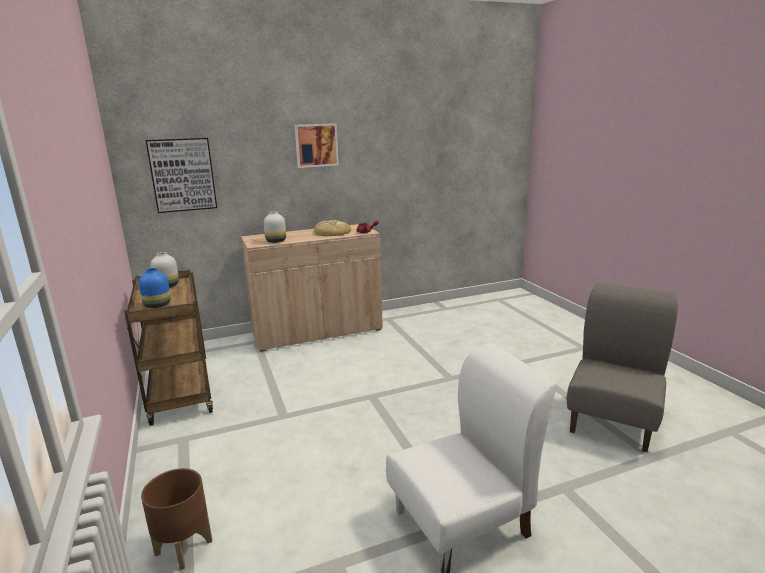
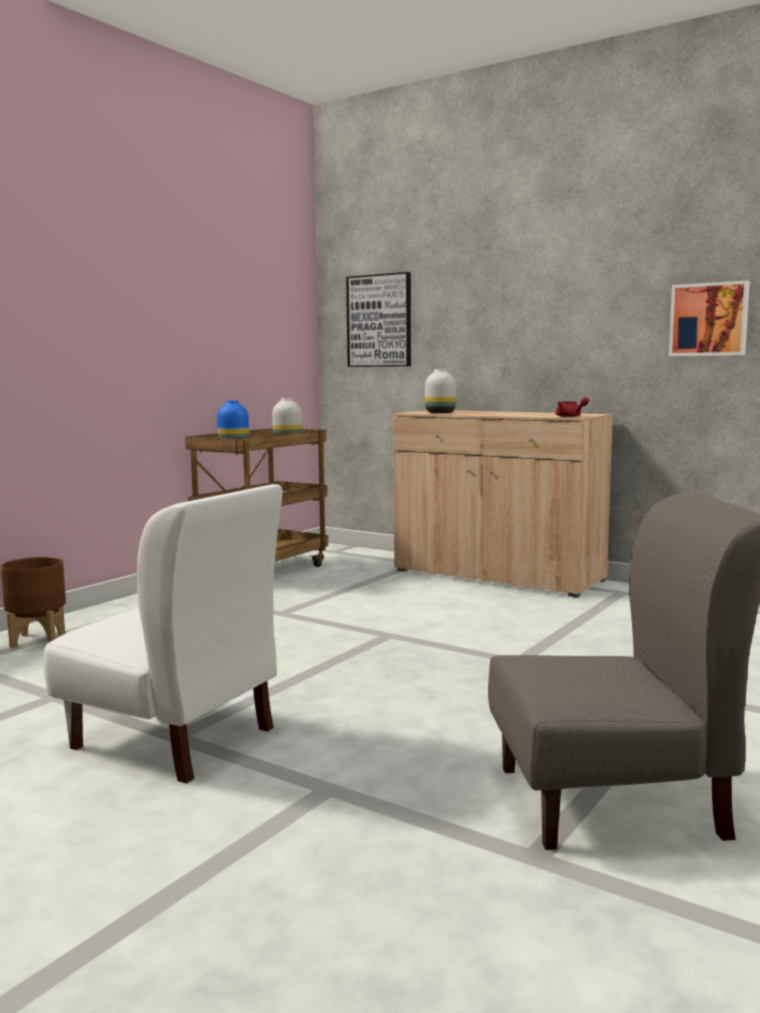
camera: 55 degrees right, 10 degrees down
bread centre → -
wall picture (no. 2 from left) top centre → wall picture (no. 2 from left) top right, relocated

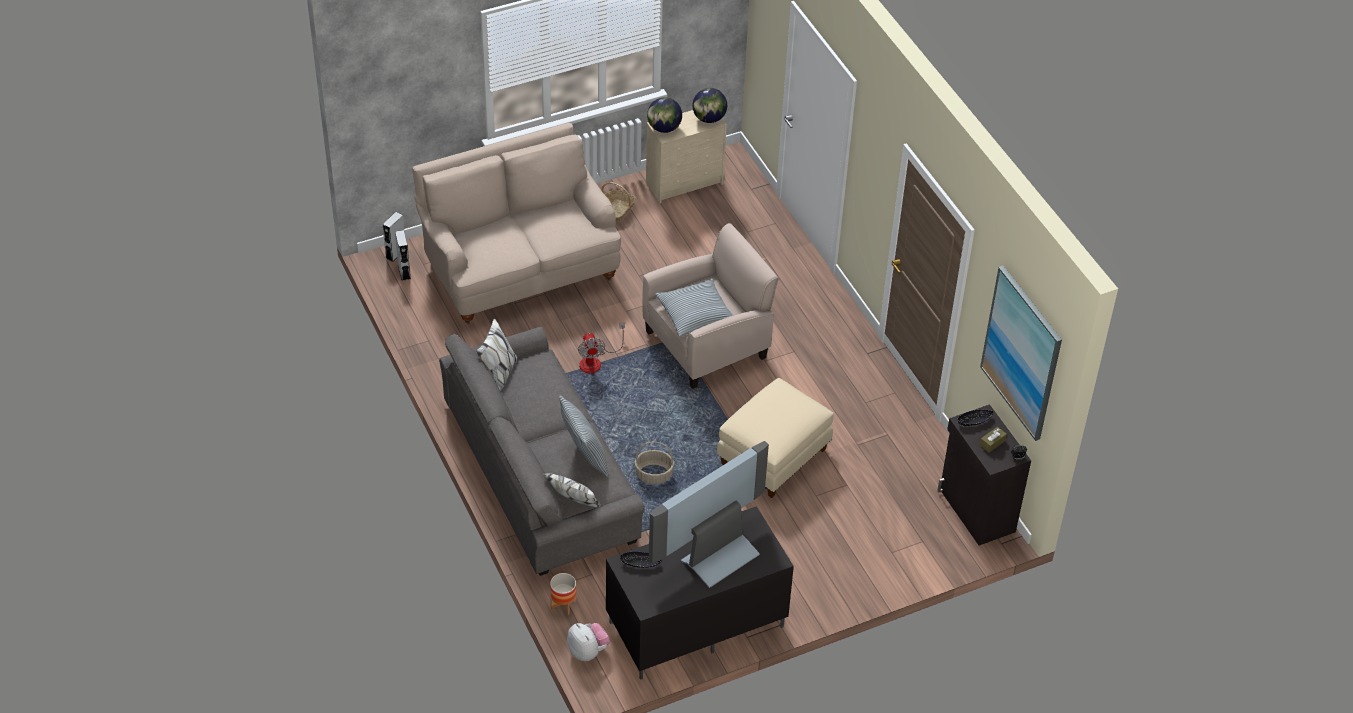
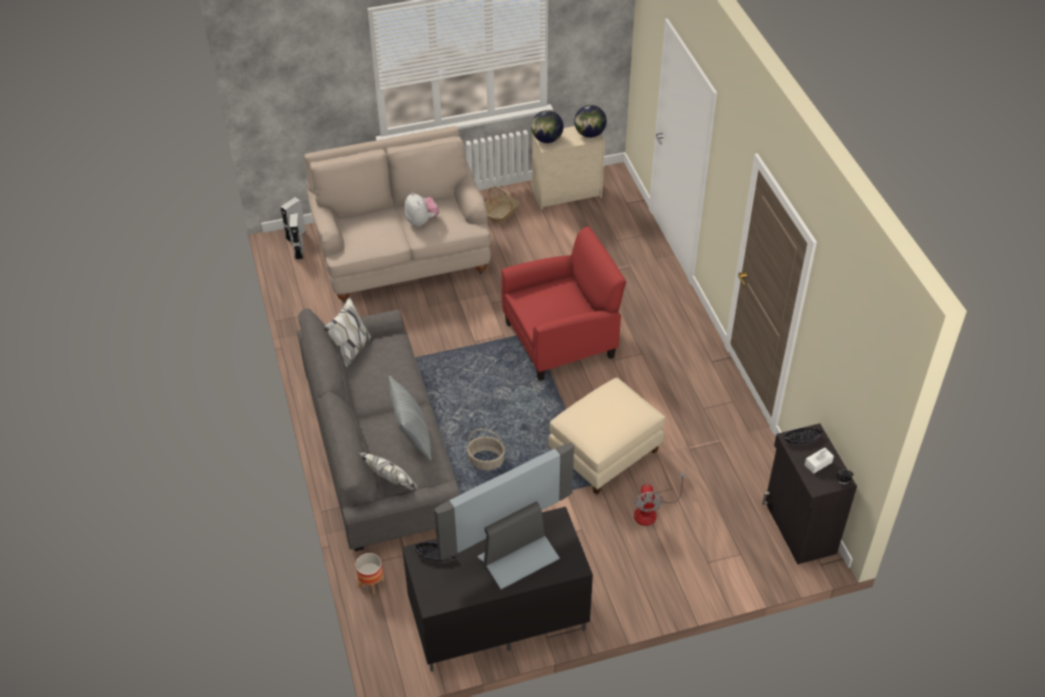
camera: 10 degrees right, 0 degrees up
pillow (no. 2 from left) centre → -
wall picture middle right → -
plush toy bottom centre → plush toy top centre, relocated
fan centre → fan bottom centre, relocated
armchair (sand-coloured) centre → armchair (red) centre
tissue holder (brown-coloured) middle right → tissue holder (white) middle right

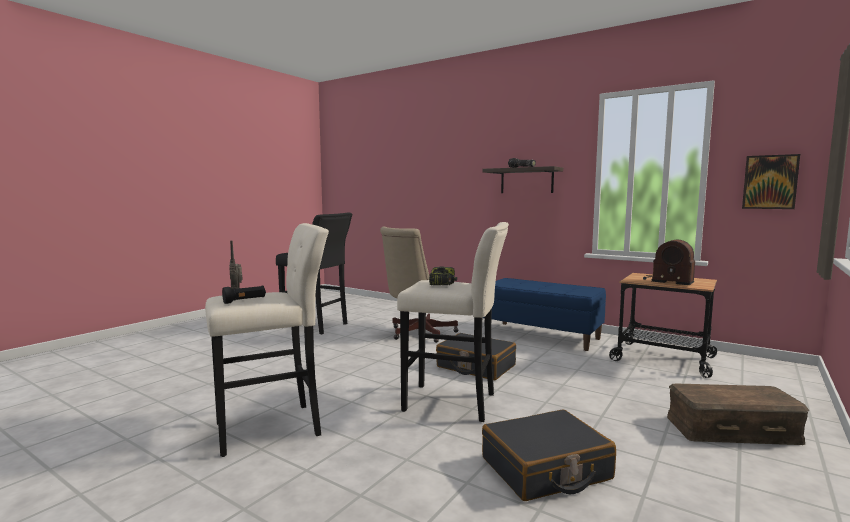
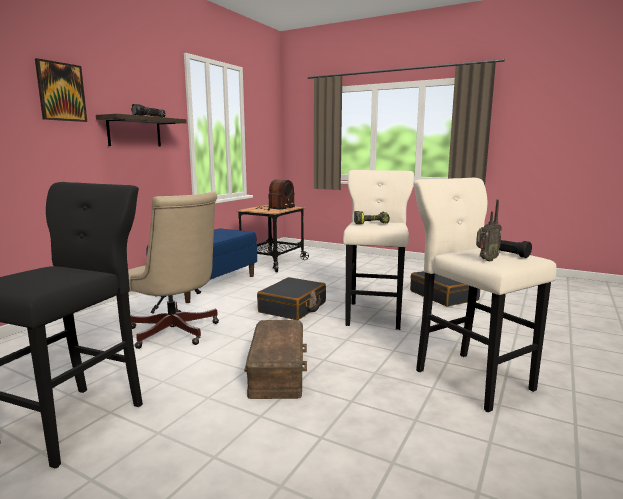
camera: 95 degrees left, 5 degrees up
storage container (brown-coloured) bottom right → storage container (brown-coloured) bottom centre, relocated
wall picture middle right → wall picture top left, relocated

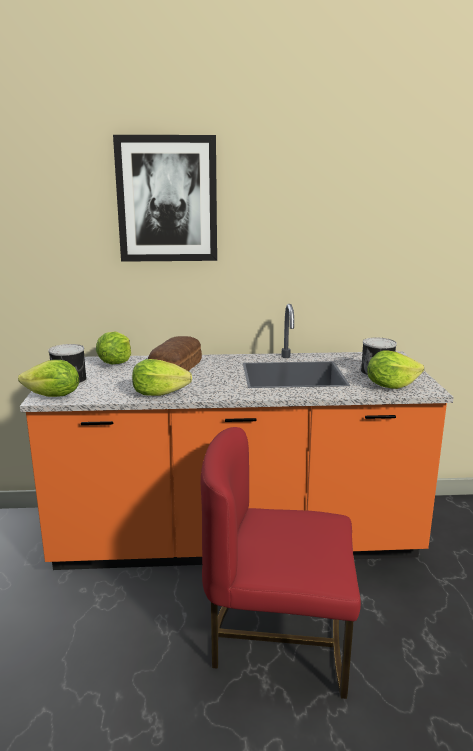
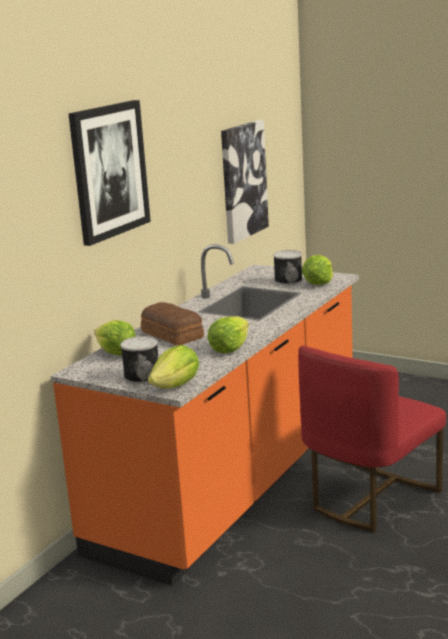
camera: 55 degrees left, 0 degrees up
- → wall picture (no. 2 from left) top centre

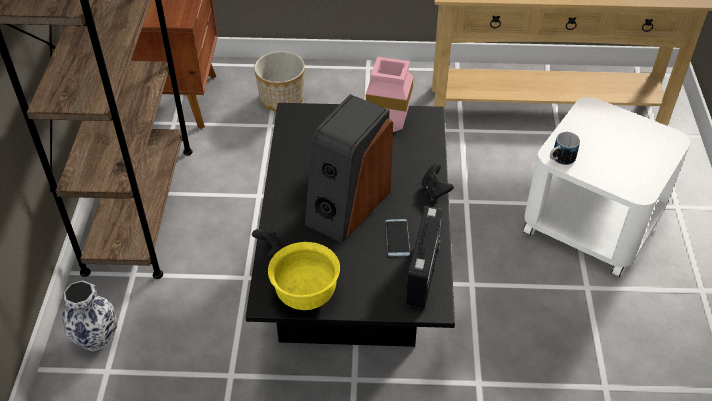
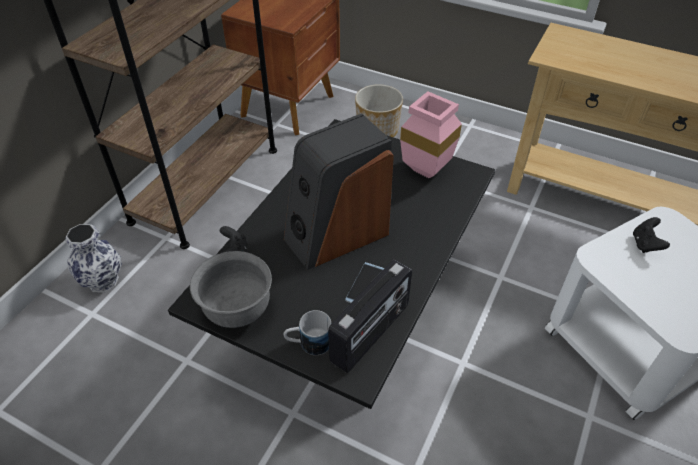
camera: 25 degrees right, 0 degrees up
gamepad (blackish) (no. 2 from left) centre → gamepad (blackish) (no. 2 from left) middle right, relocated
mug middle right → mug bottom centre, relocated
deep dish (yellowish) bottom centre → deep dish (gray) middle left

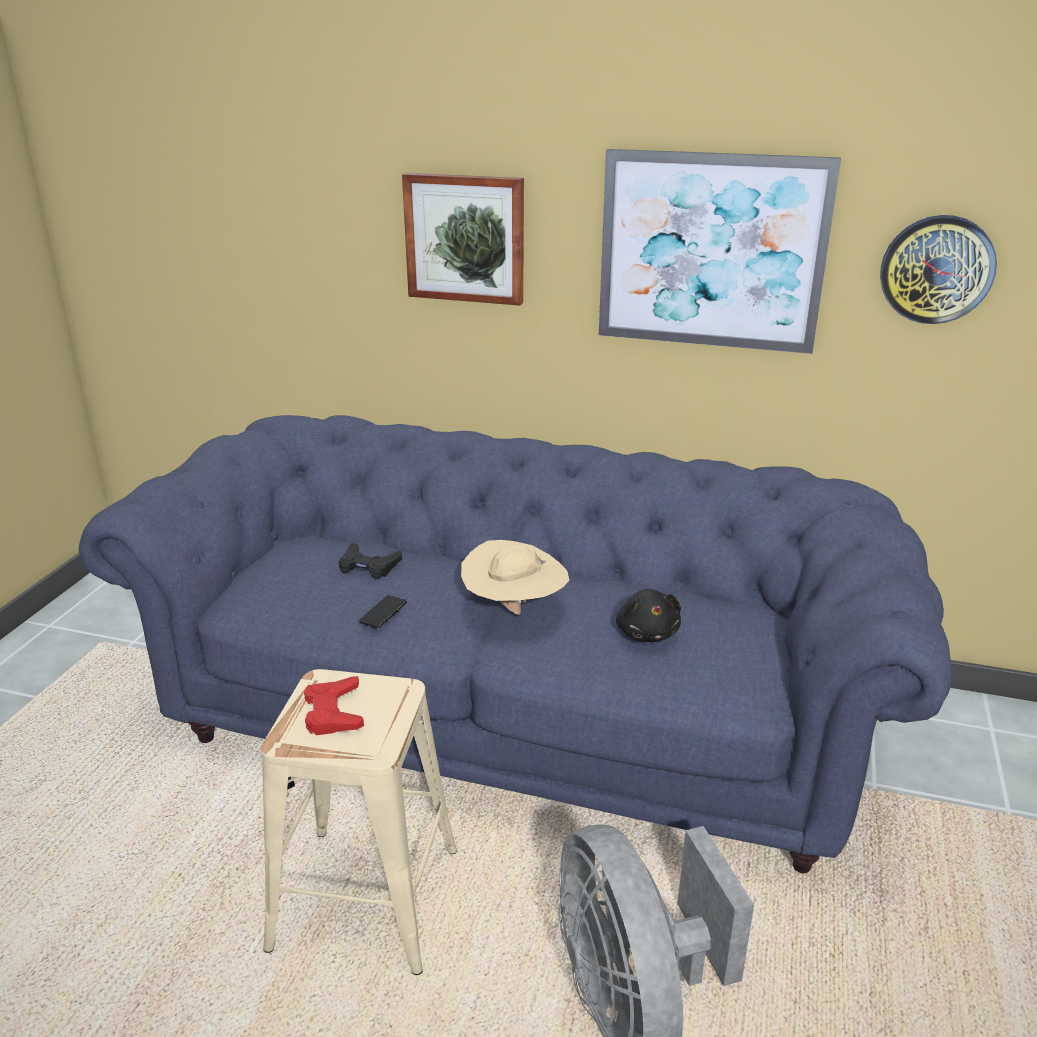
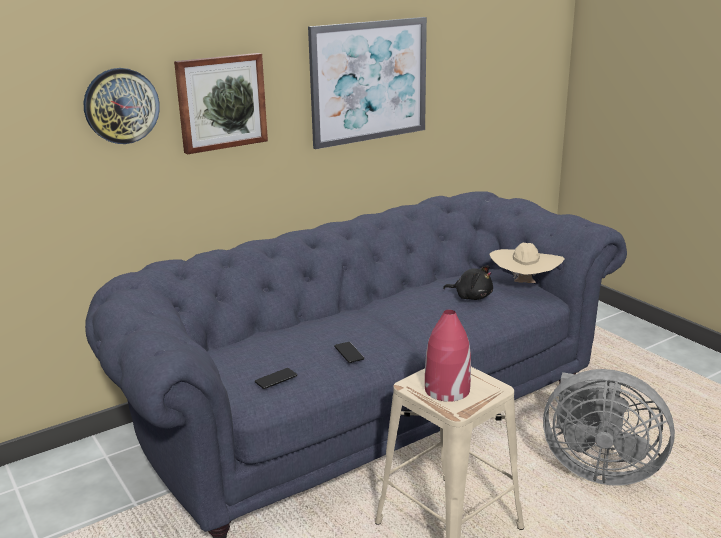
camera: 50 degrees left, 5 degrees down
gamepad (blackish) centre → -
- → telephone (no. 1 from left) bottom centre
hat (sand-coloured) centre → hat (sand-coloured) middle right, relocated
hanging clock top right → hanging clock top left, relocated
gamepad (red) bottom left → decorative vase (red) centre

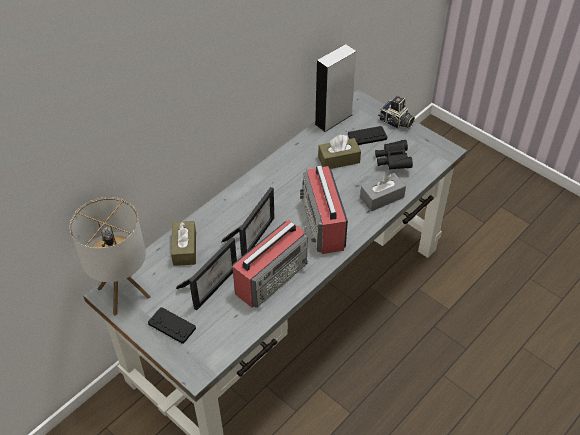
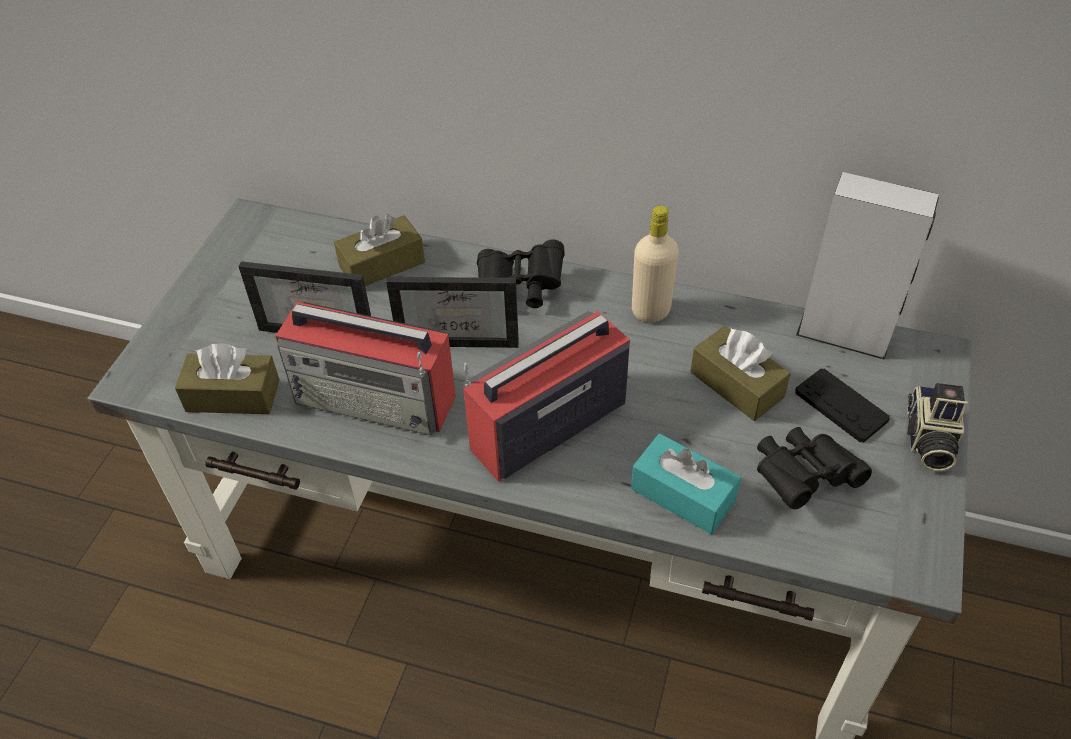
camera: 65 degrees right, 0 degrees up
tabletop lamp middle left → -
gamepad (blackish) (no. 1 from left) bottom left → -
- → tissue holder (brown-coloured) (no. 1 from left) middle left
- → binoculars (blackish) (no. 1 from left) centre
- → drink bottle (sand-coloured) centre
tissue holder (gray) centre → tissue holder (turquoise) centre

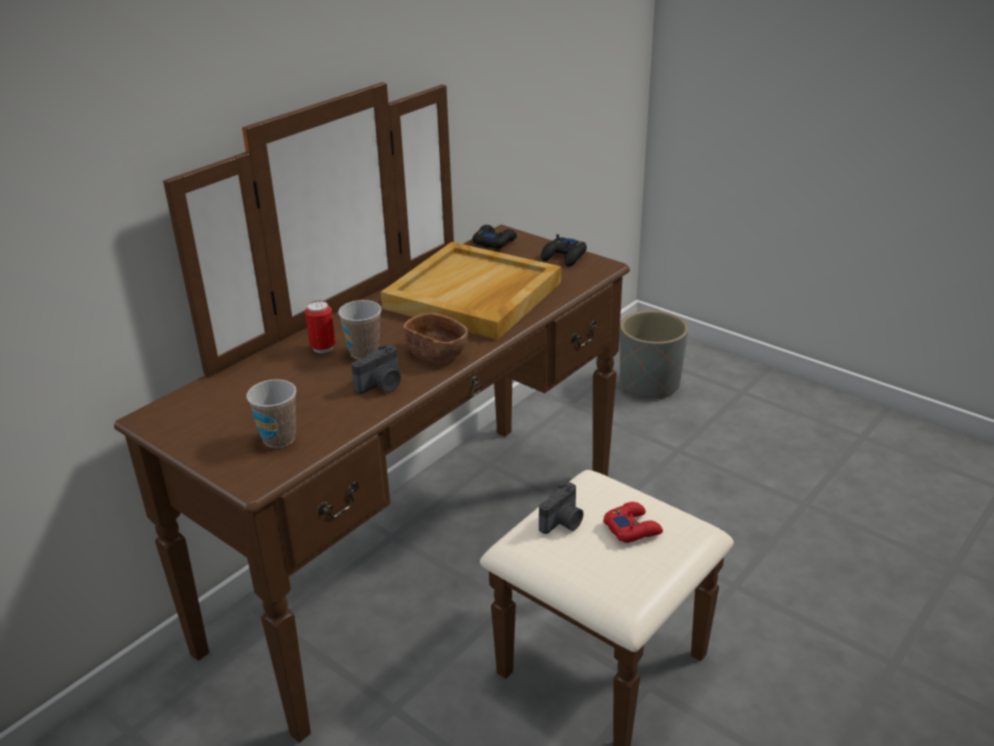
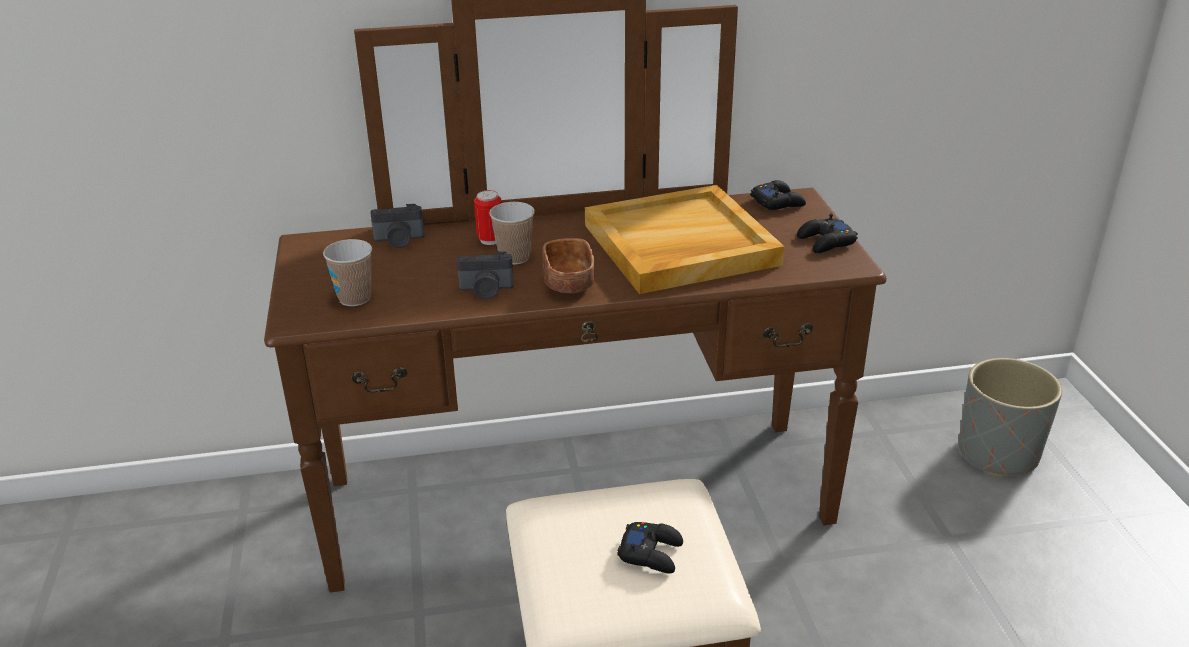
camera: 40 degrees right, 0 degrees up
still camera (no. 2 from left in the first image) bottom centre → still camera (no. 1 from left) centre, relocated
gamepad (red) bottom centre → gamepad (blackish) (no. 1 from left) bottom centre

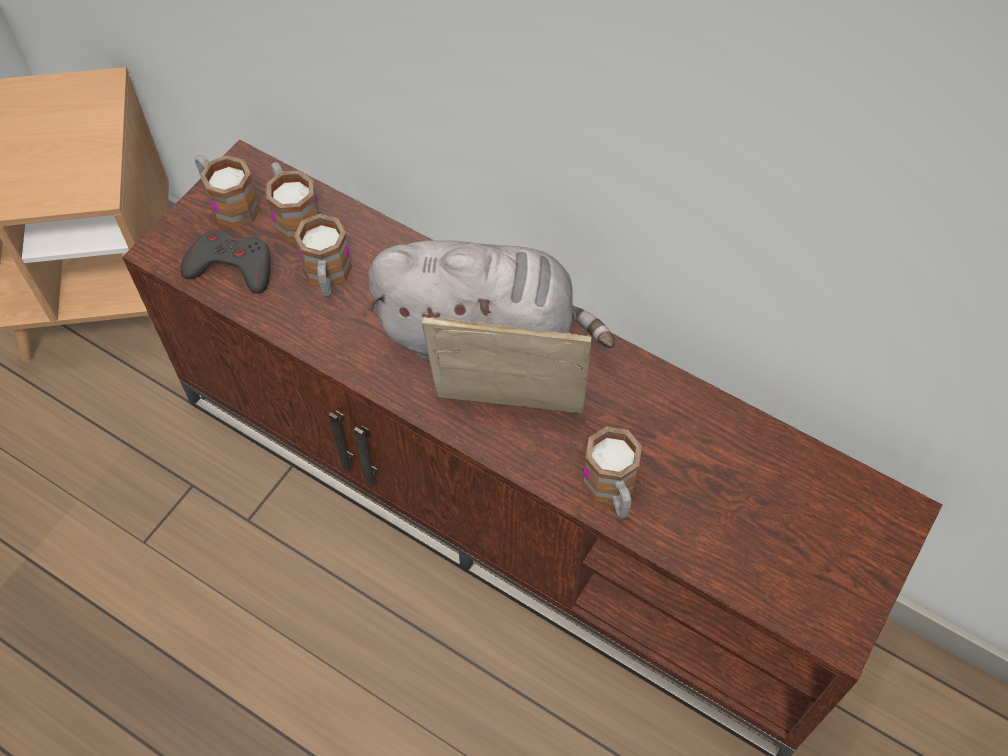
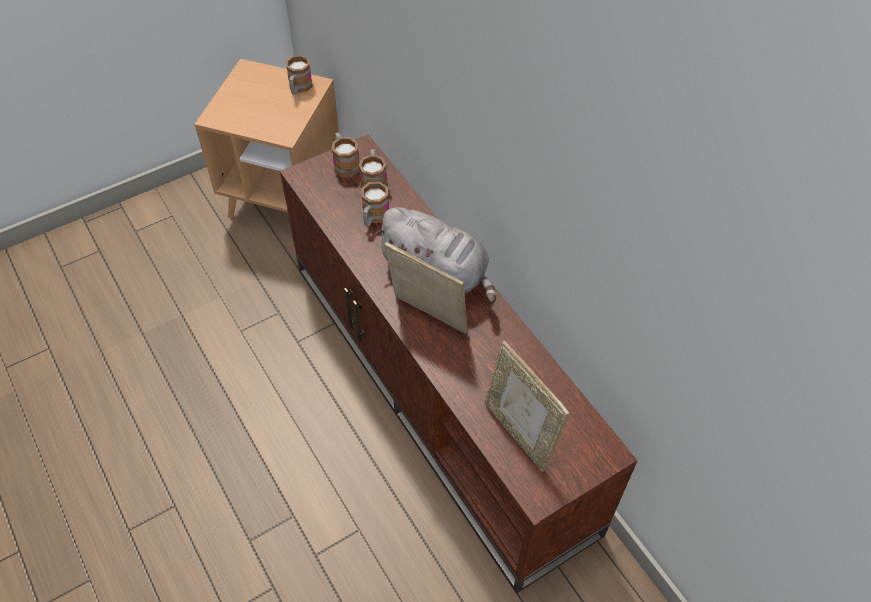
camera: 25 degrees right, 5 degrees down
gamepad (gray) middle left → -
- → photo frame (no. 2 from left) bottom centre
mug (no. 4 from left in the first image) centre → mug (no. 1 from left) top centre, relocated

